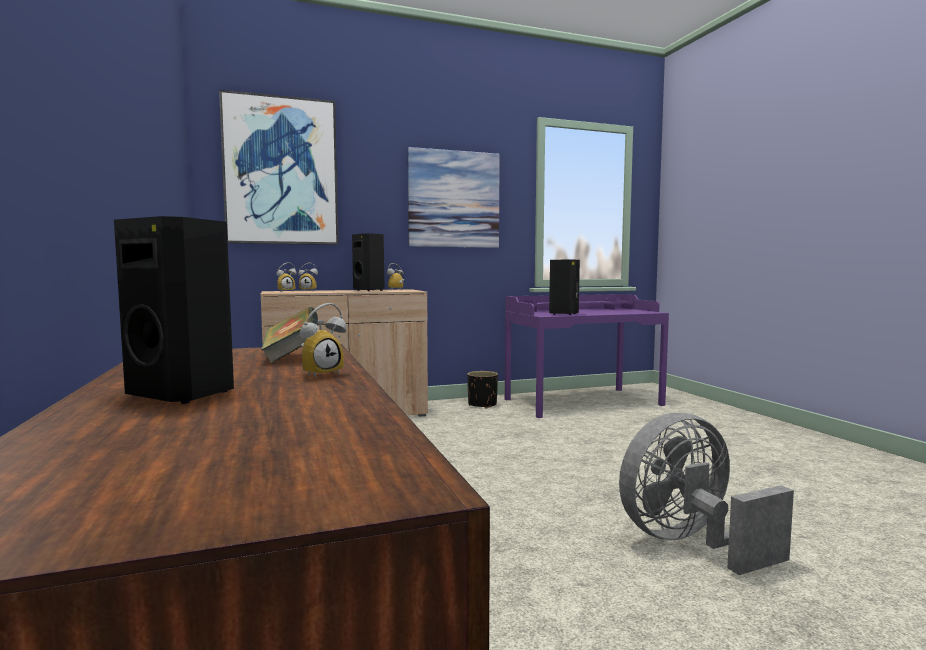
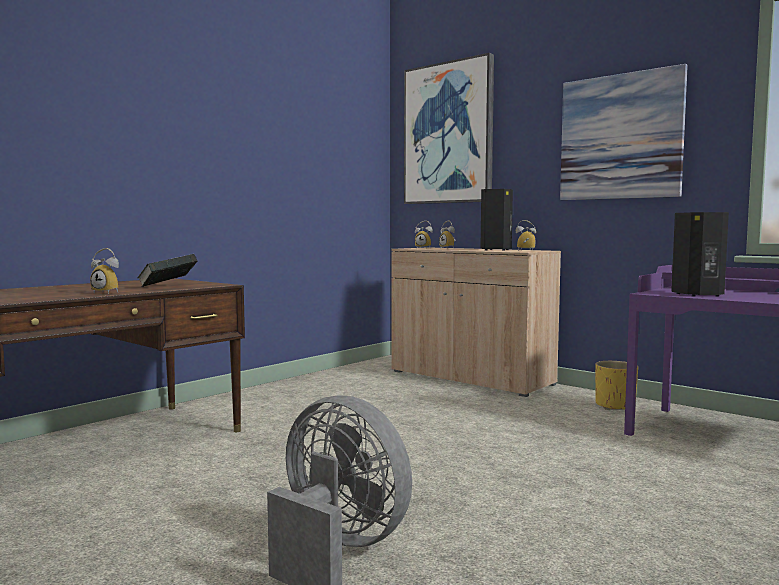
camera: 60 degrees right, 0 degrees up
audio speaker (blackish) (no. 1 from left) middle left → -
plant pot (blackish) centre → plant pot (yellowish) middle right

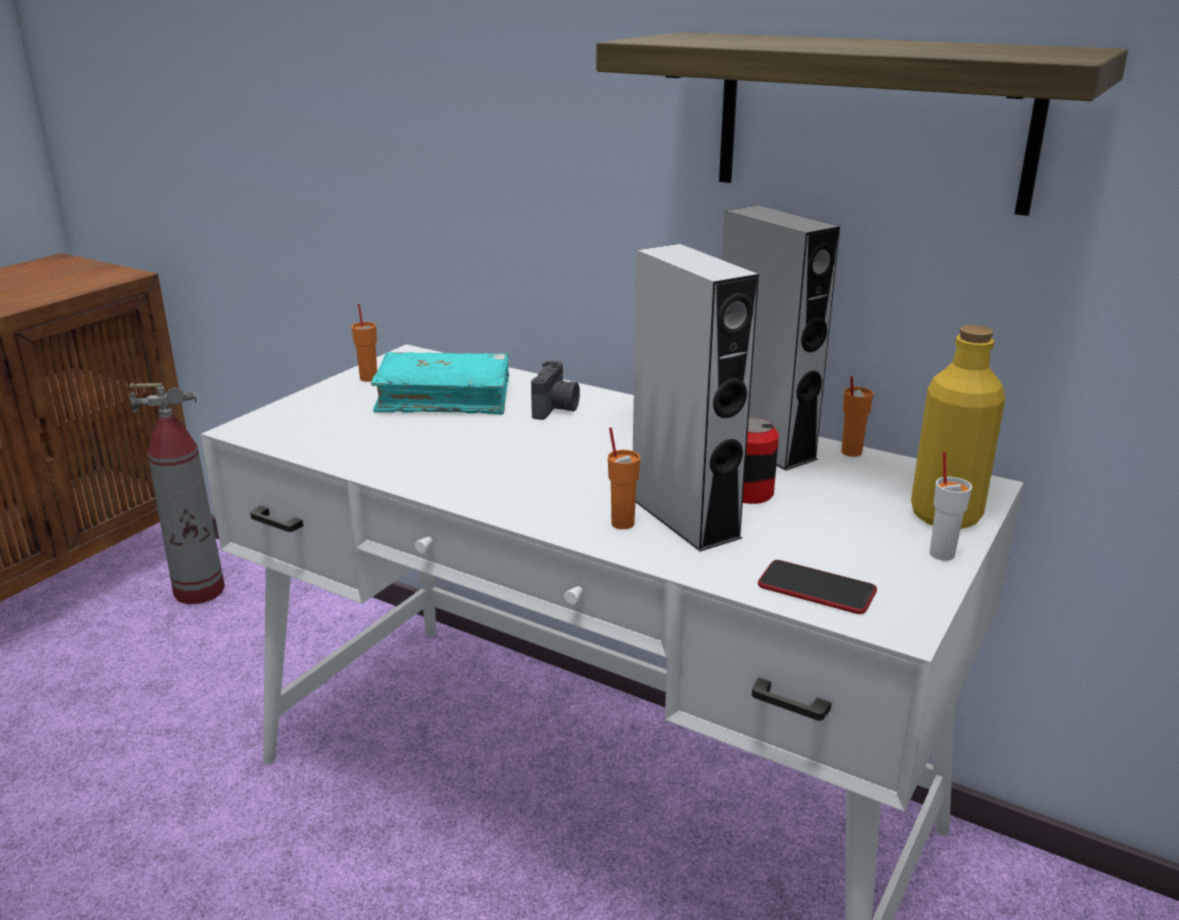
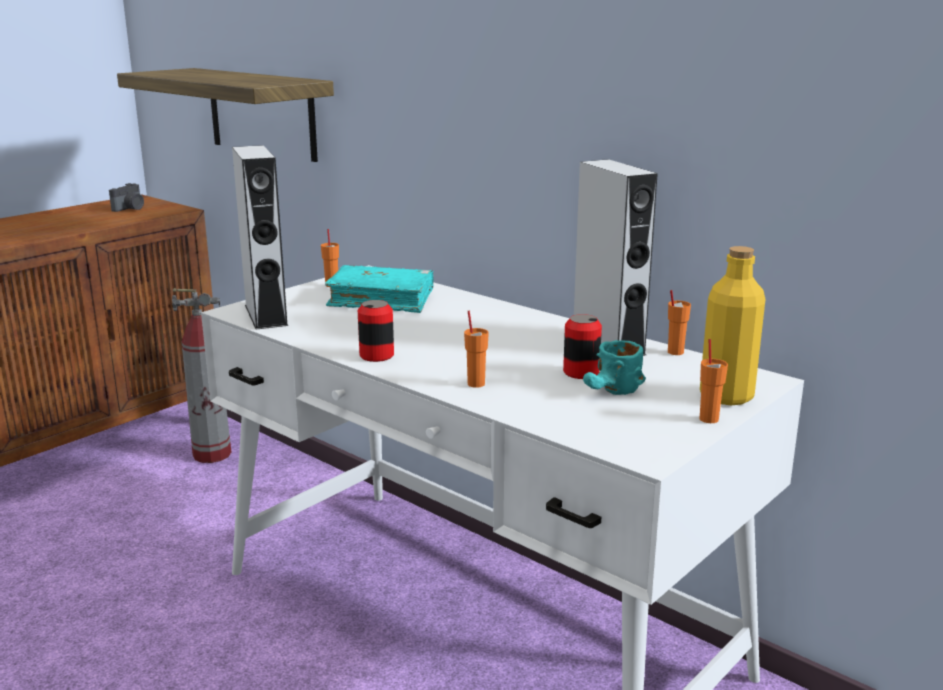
camera: 10 degrees right, 5 degrees down
telephone middle right → -
- → can (no. 1 from left) centre
- → mug (turquoise) centre
still camera centre → still camera top left, relocated
shelf top right → shelf top left, relocated
audio speaker (gray) (no. 1 from left) centre → audio speaker (gray) (no. 1 from left) middle left, relocated
small cup (white) middle right → small cup (orangey) (no. 4 from left) middle right

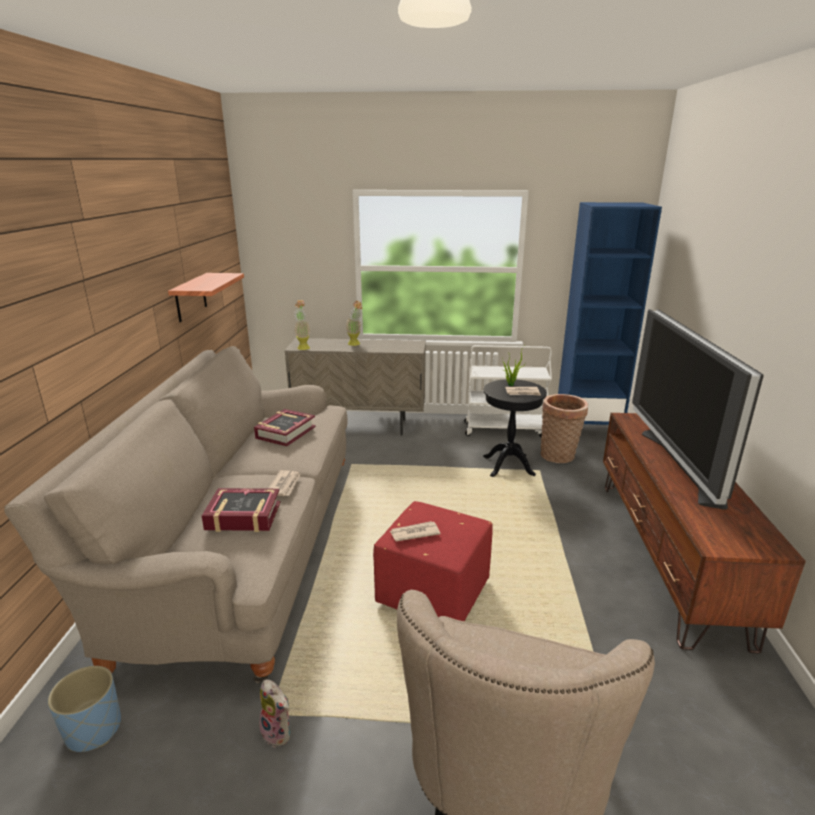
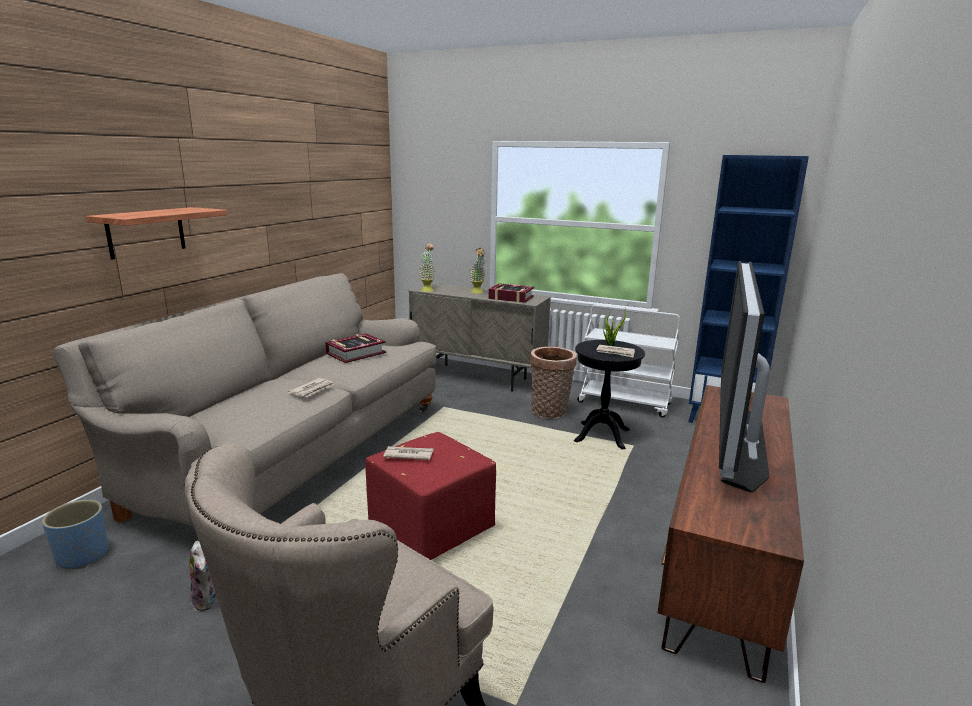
camera: 20 degrees right, 5 degrees down
shelf middle left → shelf top left, relocated
volume (no. 1 from left in the first image) middle left → volume (no. 2 from left) centre, relocated
basket middle right → basket centre, relocated

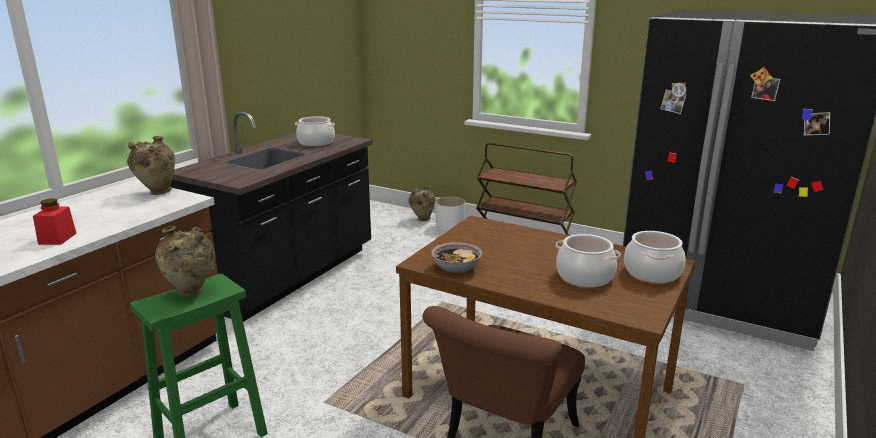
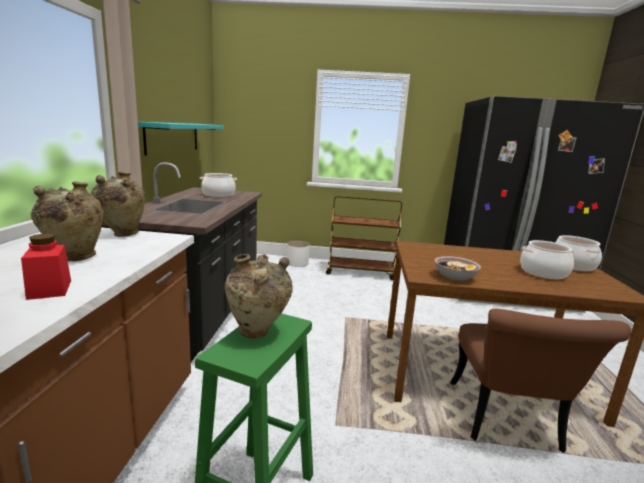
camera: 25 degrees left, 5 degrees down
- → shelf (turquoise) top left
decorative vase (sand-coloured) (no. 3 from left in the first image) centre → decorative vase (sand-coloured) (no. 1 from left) middle left, relocated

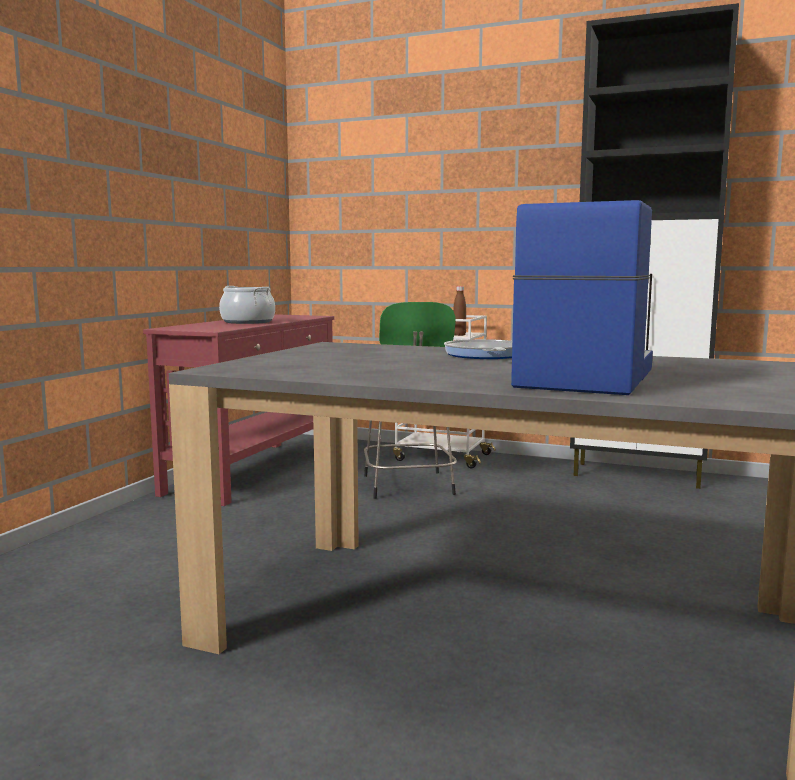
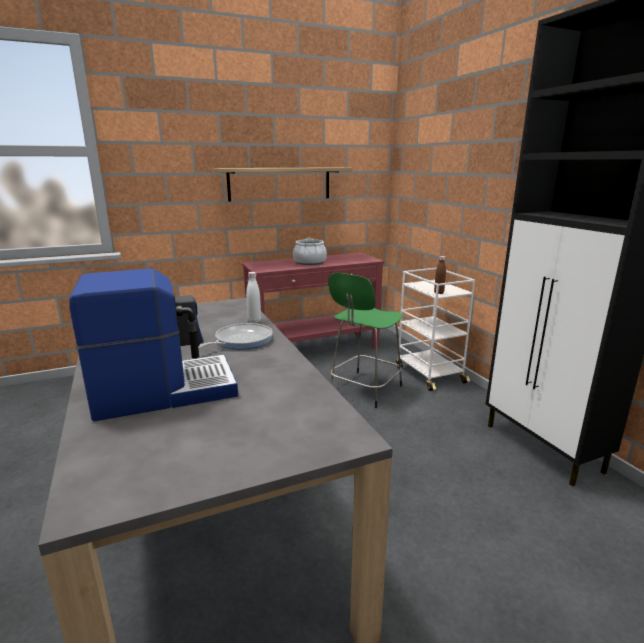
camera: 45 degrees right, 10 degrees up
- → shelf top centre
- → drink bottle (white) centre

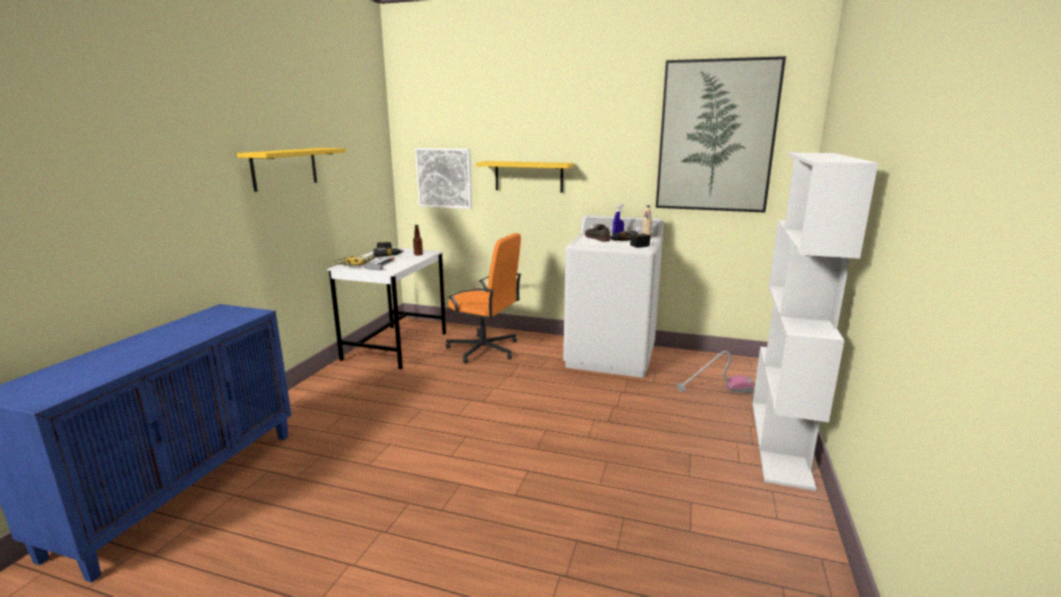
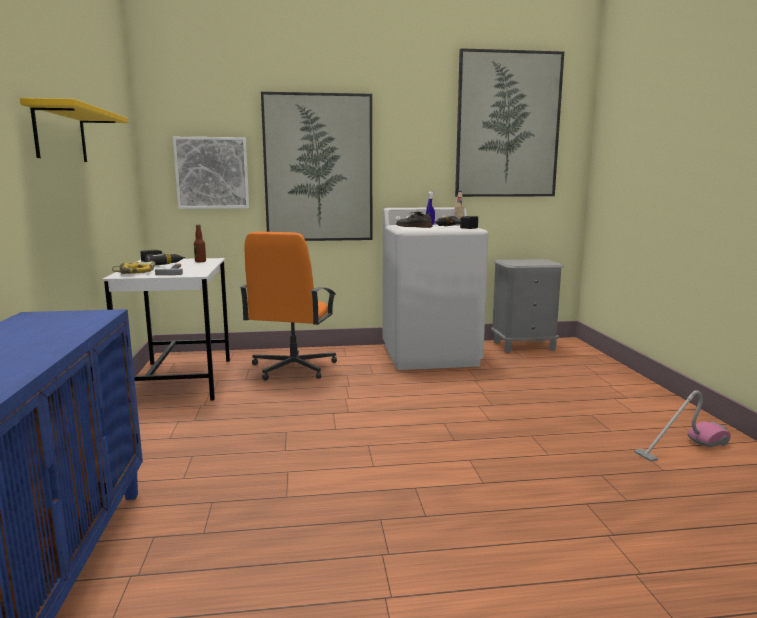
camera: 25 degrees left, 5 degrees down
shelving unit (white) middle right → -
- → night table (gray) middle right
vacuum middle right → vacuum bottom right, relocated
shelf (yellowish) (no. 2 from left) top centre → wall picture (no. 2 from left) top centre
desk chair (orangey) centre, 105 degrees clockwise

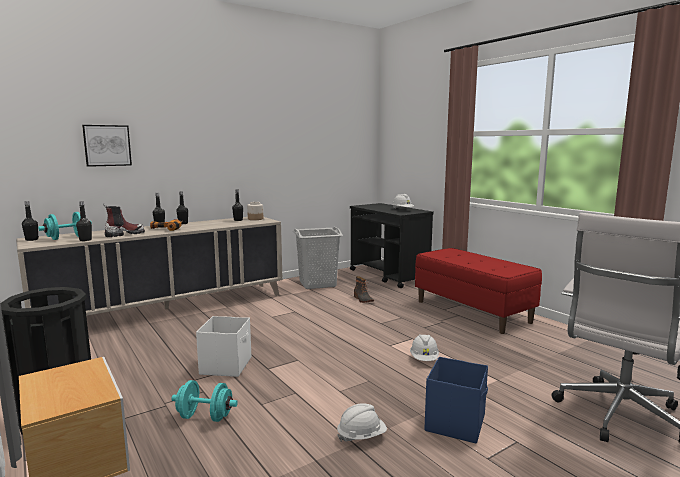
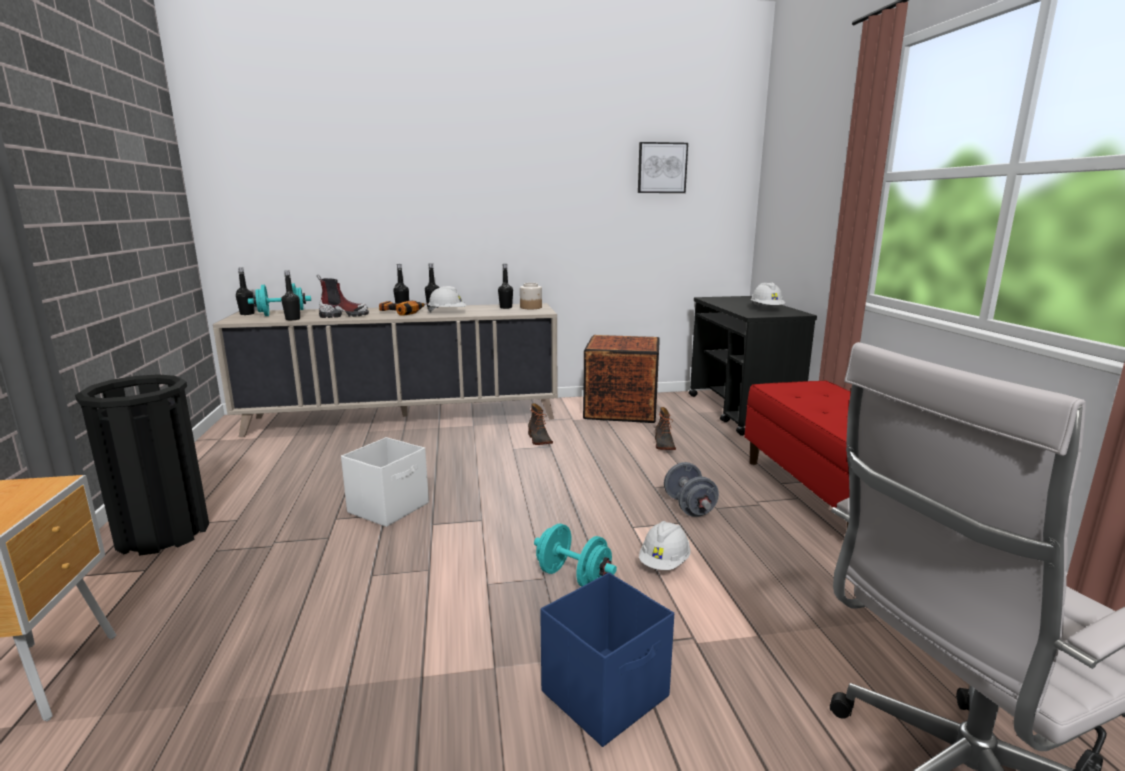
camera: 25 degrees right, 5 degrees up
- → tall boot (no. 2 from left) centre
- → free weight (gray) centre
wall picture top left → wall picture top centre, relocated
free weight (turquoise) (no. 2 from left) bottom left → free weight (turquoise) (no. 2 from left) bottom centre, relocated
hard hat (white) (no. 1 from left) bottom centre → hard hat (white) (no. 1 from left) centre, relocated
laundry basket (gray) centre → packing crate centre

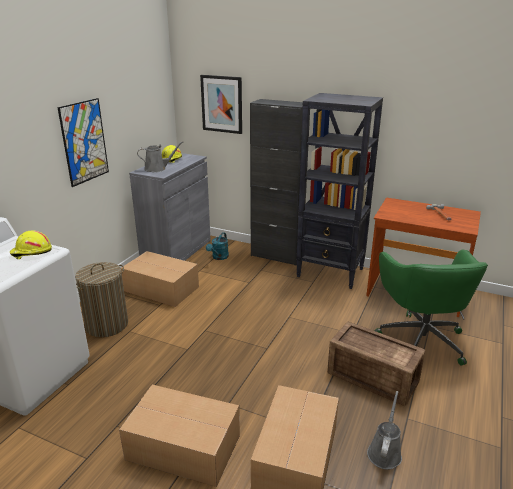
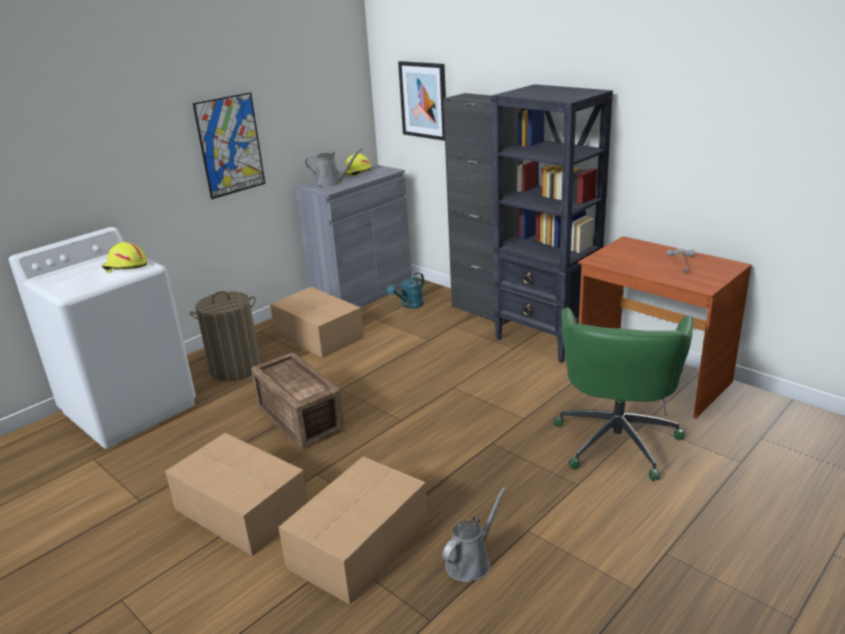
camera: 20 degrees right, 0 degrees up
packing crate bottom right → packing crate centre, relocated

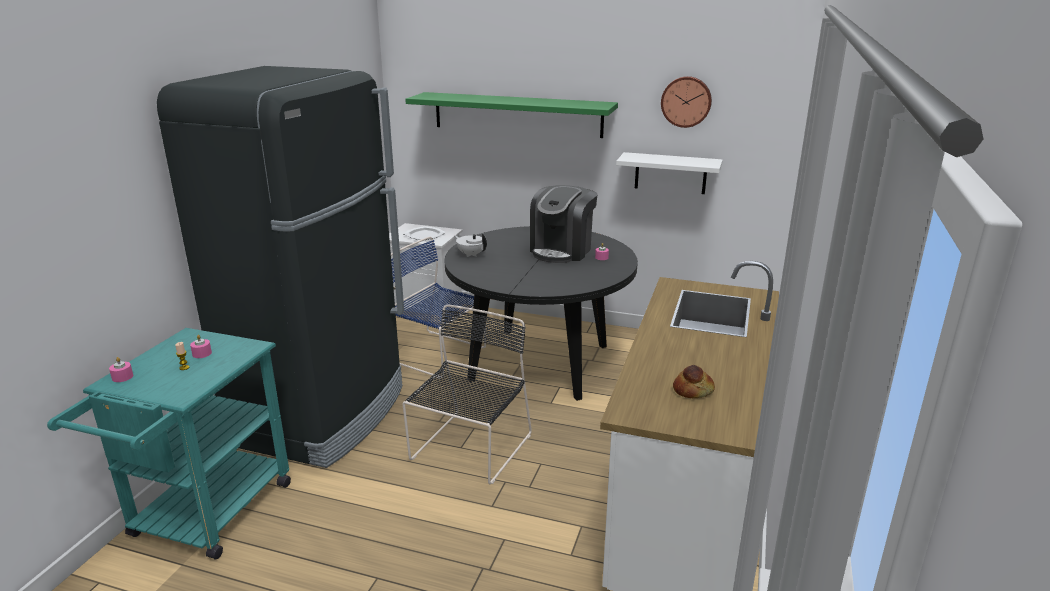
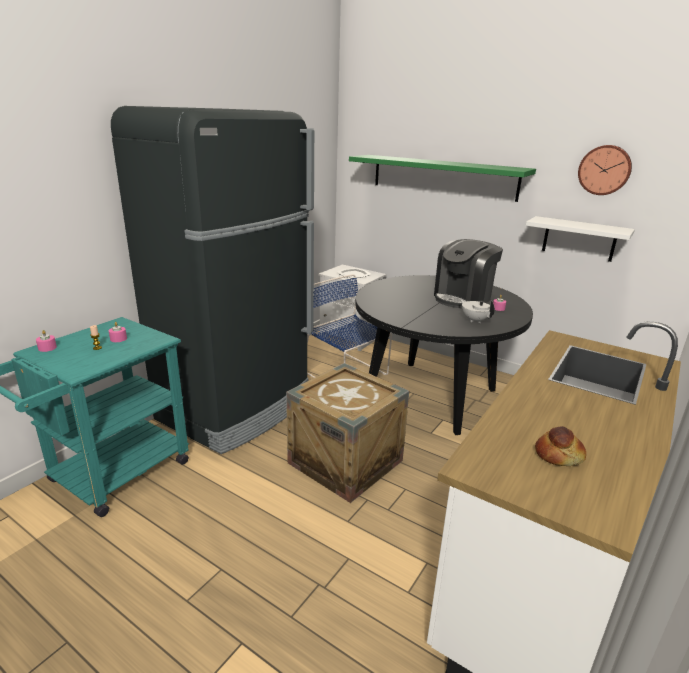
camera: 15 degrees right, 0 degrees up
tea pot (white) centre → tea pot (white) middle right, relocated
upright chair (blackish) bottom centre → packing crate centre

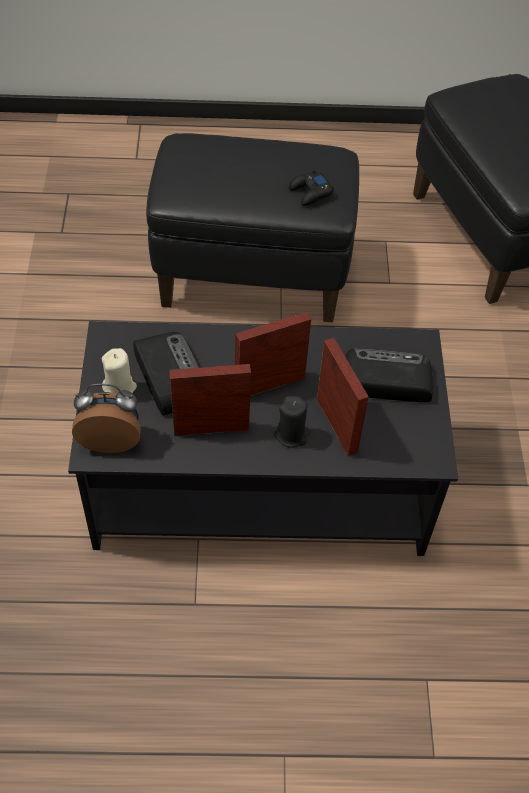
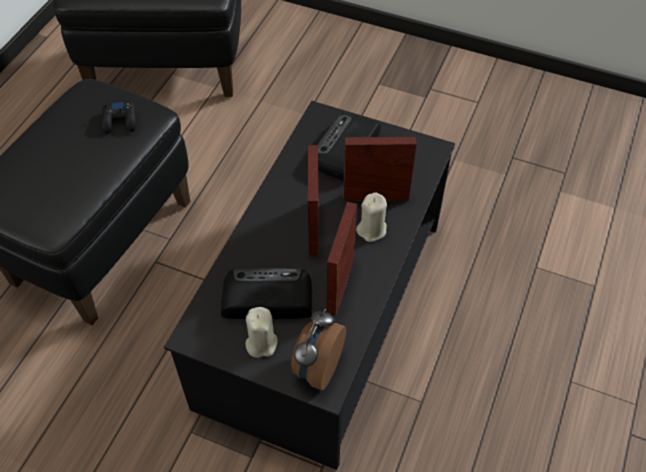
camera: 65 degrees left, 0 degrees up
candle (blackish) centre → candle (sand-coloured) (no. 2 from left) centre

